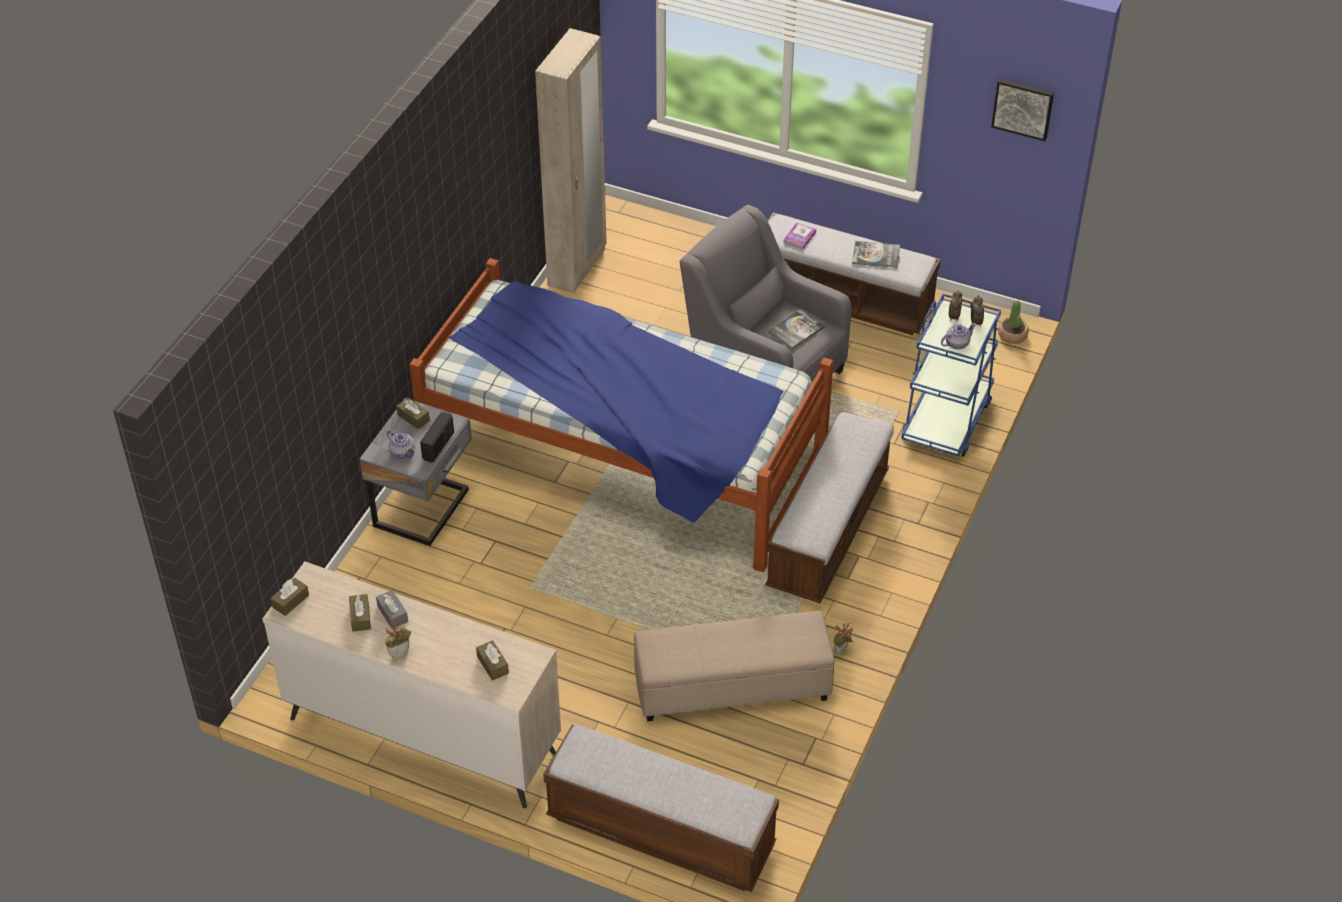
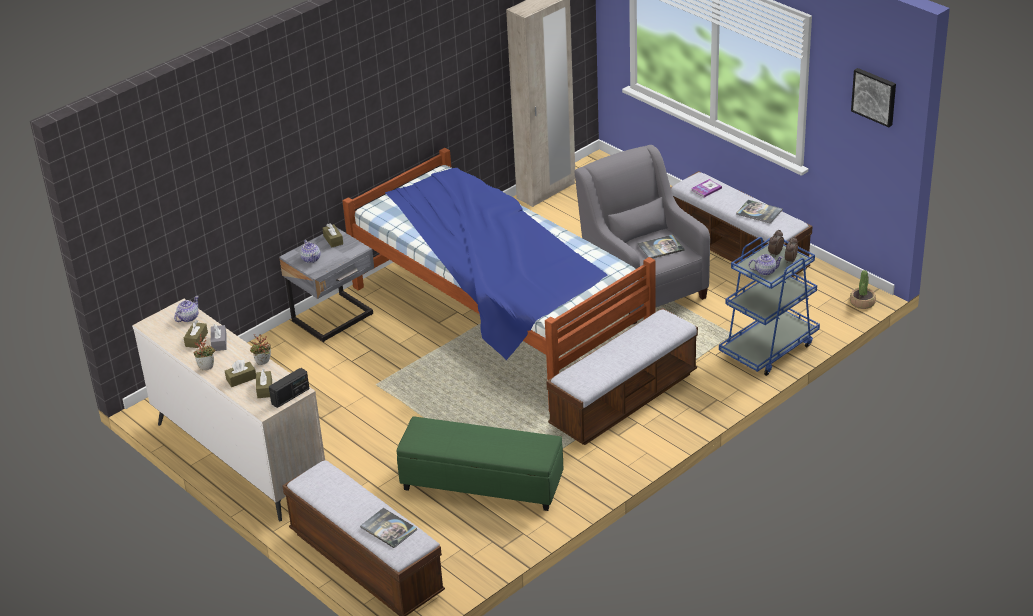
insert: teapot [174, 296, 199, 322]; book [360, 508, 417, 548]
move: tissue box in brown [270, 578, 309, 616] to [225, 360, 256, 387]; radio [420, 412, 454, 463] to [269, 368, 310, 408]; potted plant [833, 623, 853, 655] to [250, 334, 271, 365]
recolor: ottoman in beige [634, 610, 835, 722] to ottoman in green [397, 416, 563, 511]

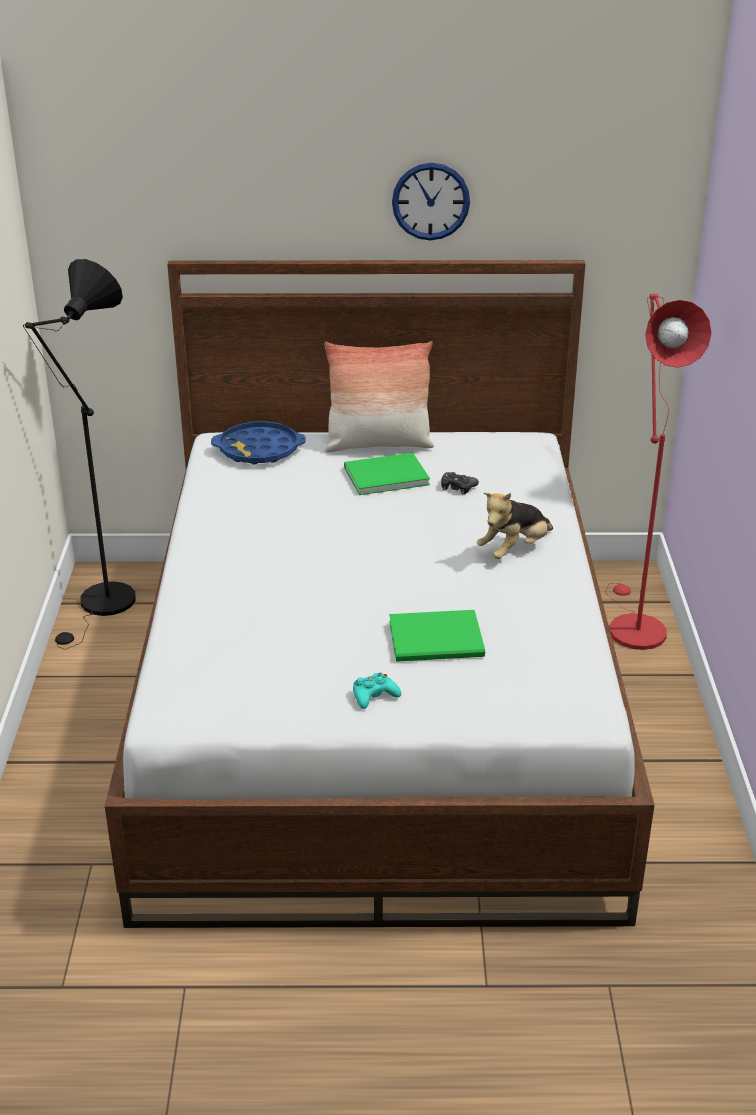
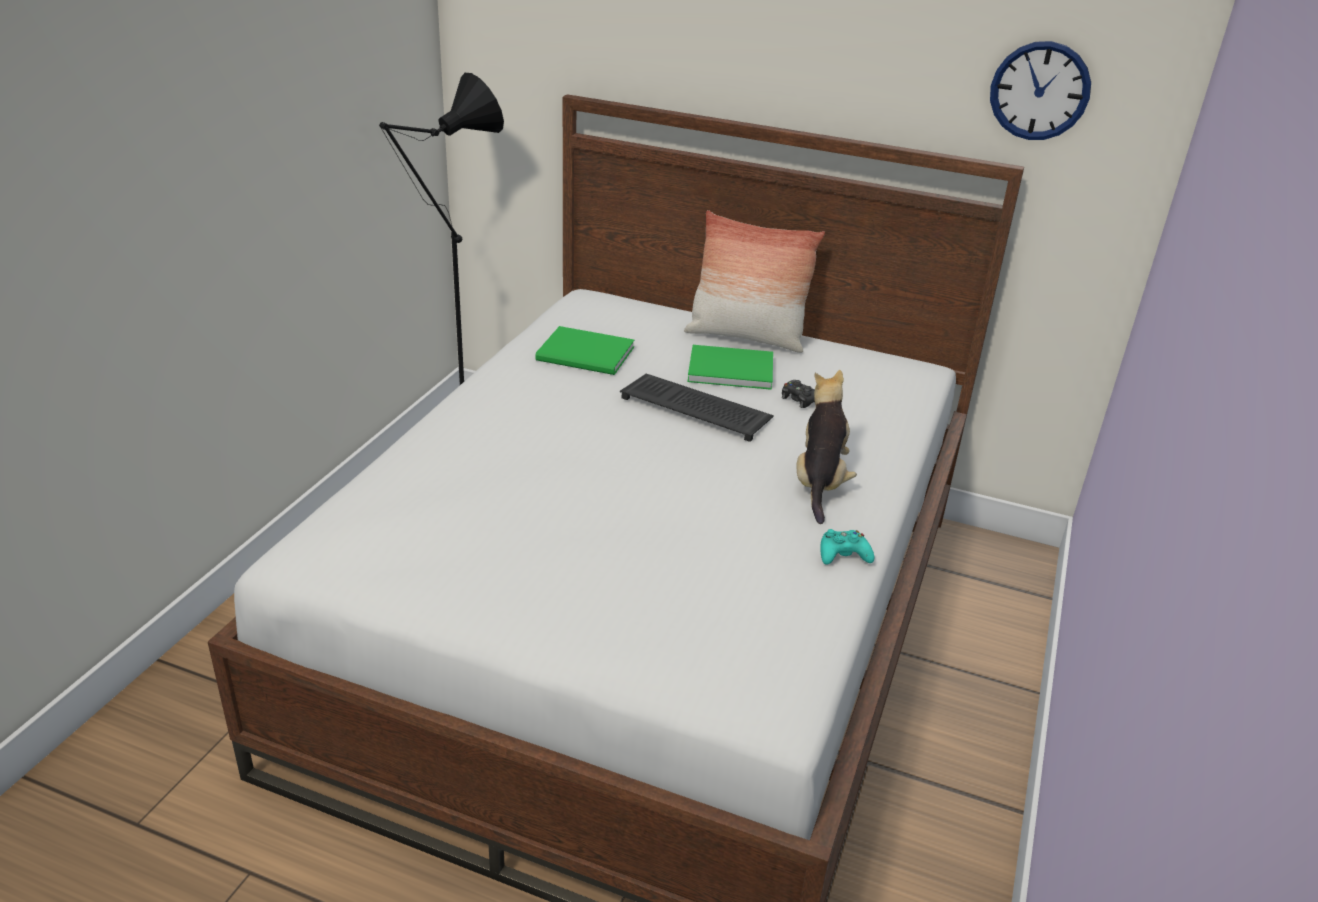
delete: tray in blue [211, 421, 306, 465]; floor lamp in red [605, 294, 712, 650]
insert: keyboard [620, 374, 774, 442]
move: game controller in turquoise [353, 672, 401, 709] to [820, 529, 874, 565]; book in green [389, 610, 485, 662] to [535, 326, 634, 375]; wall clock [392, 163, 470, 240] to [990, 41, 1091, 140]
rotate: plush toy [477, 492, 553, 559] = [796, 370, 857, 524] 120 degrees clockwise

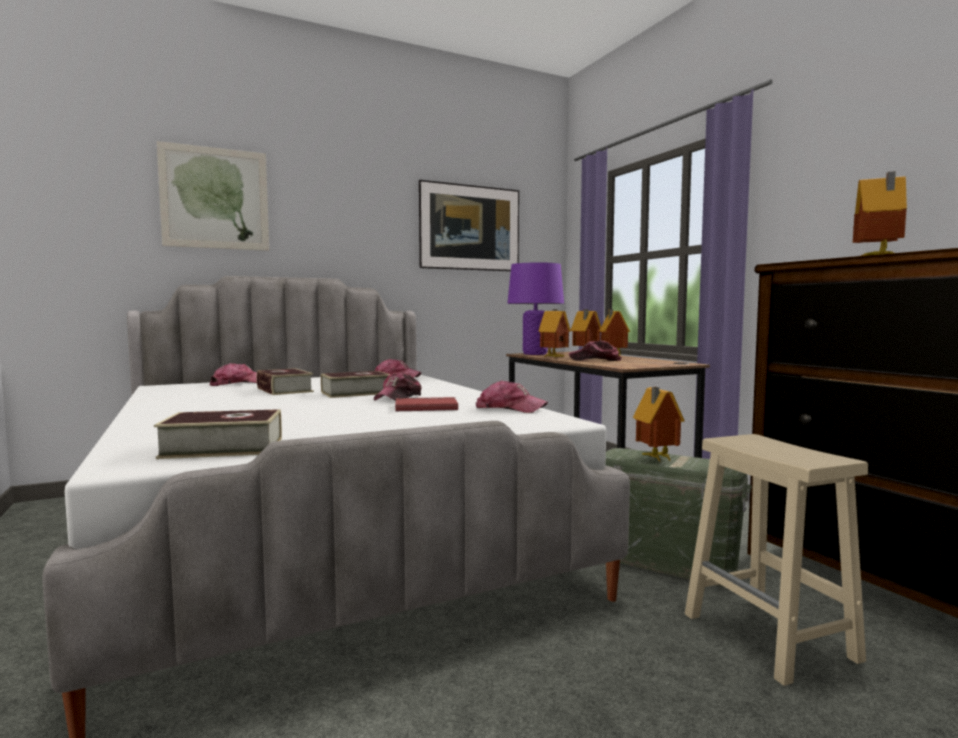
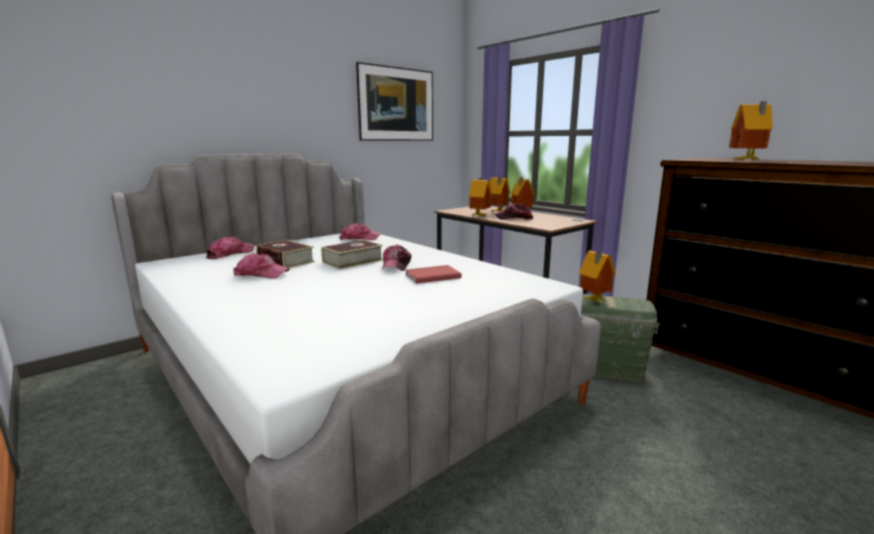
delete: book [154, 409, 282, 459]; picture [157, 141, 269, 251]; table lamp in purple [507, 262, 564, 355]; stool in beige [685, 434, 868, 686]
move: cap [476, 380, 548, 413] to [233, 253, 290, 279]

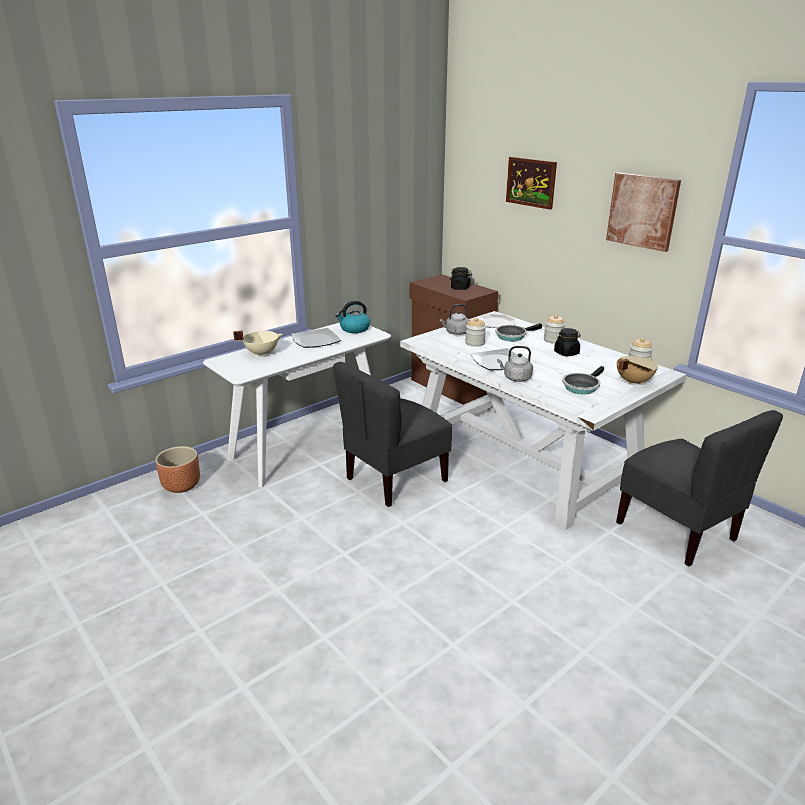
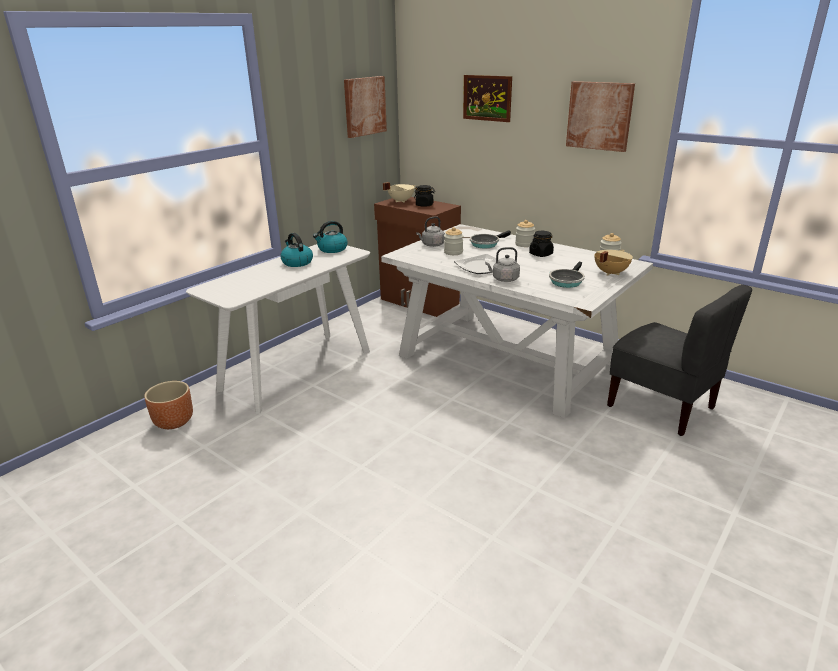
delete: chair in grey [333, 362, 452, 507]
insert: picture [344, 76, 387, 138]
move: cooking pot in beige [233, 330, 283, 357] to [383, 182, 416, 203]
replace: plate [291, 328, 341, 348] to kettle [280, 233, 313, 267]

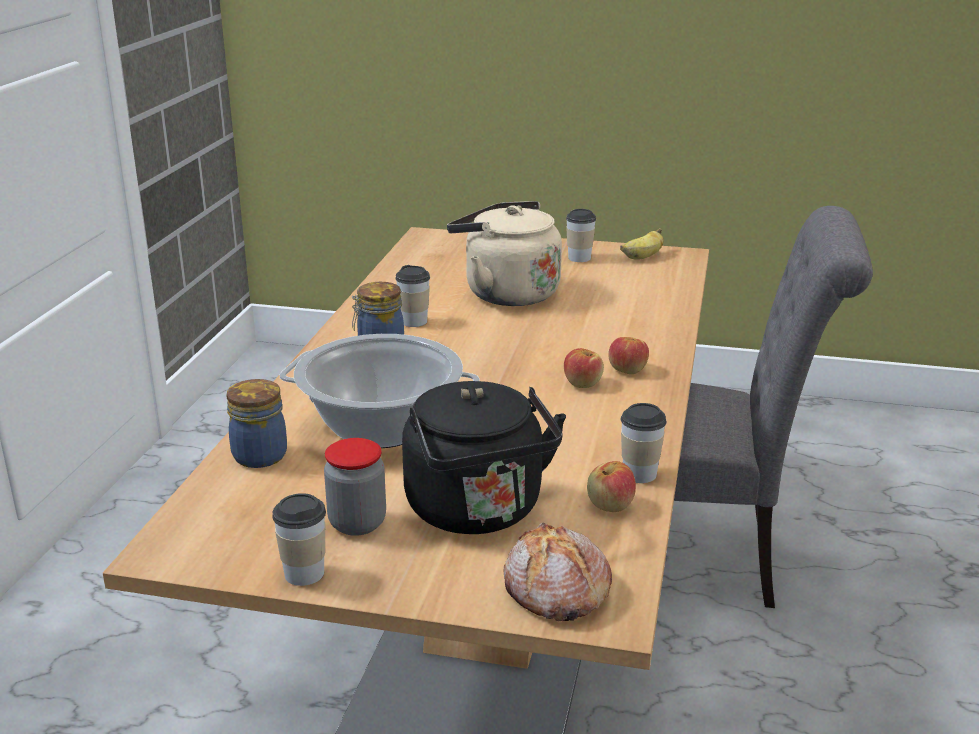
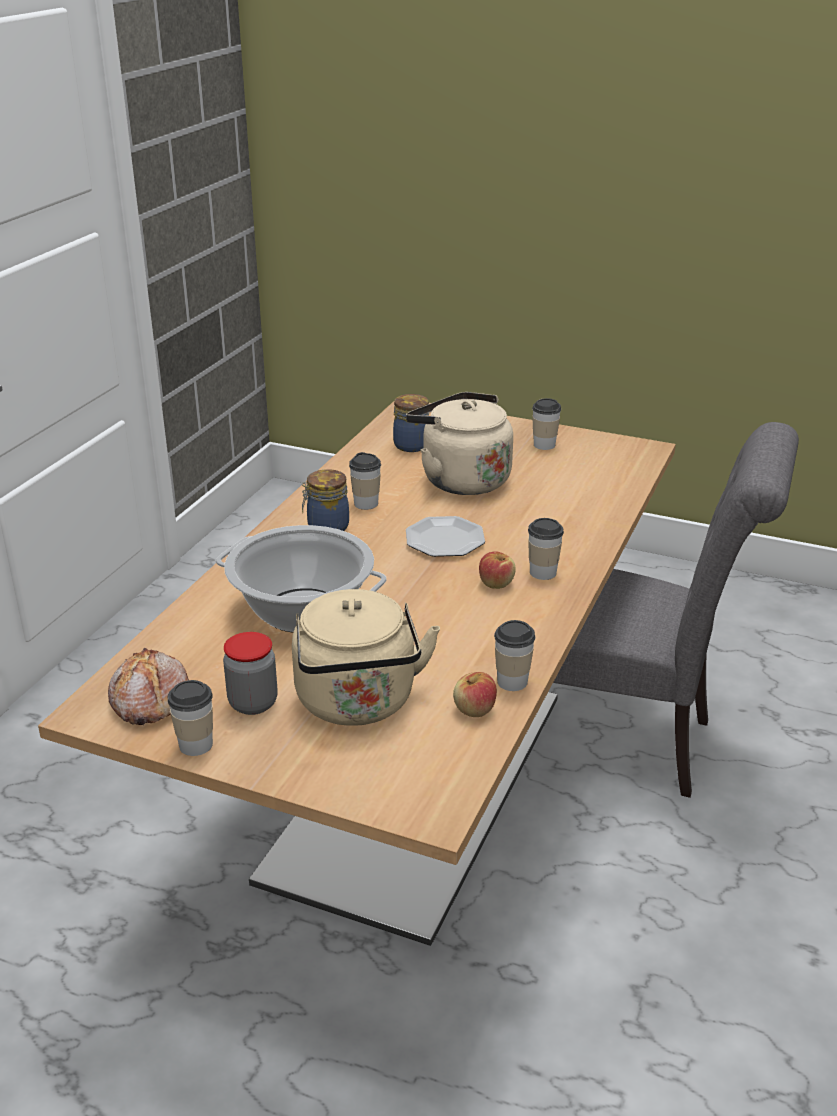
delete: banana [620, 228, 664, 260]
insert: plate [406, 516, 485, 557]
move: jar [227, 379, 287, 468] to [393, 394, 429, 452]; bread [504, 522, 612, 621] to [108, 648, 189, 725]
replace: apple [608, 337, 649, 374] to cup [528, 518, 564, 580]
recolor: kettle in black [402, 381, 566, 534] to kettle in beige [292, 589, 440, 726]

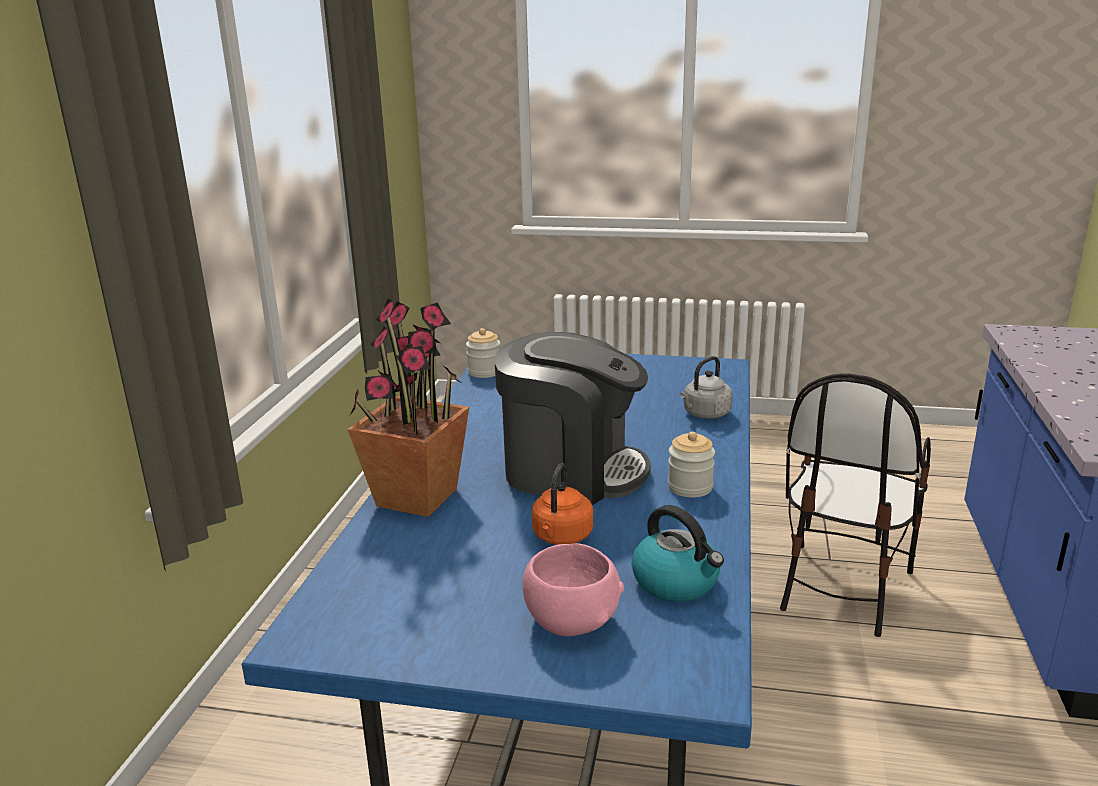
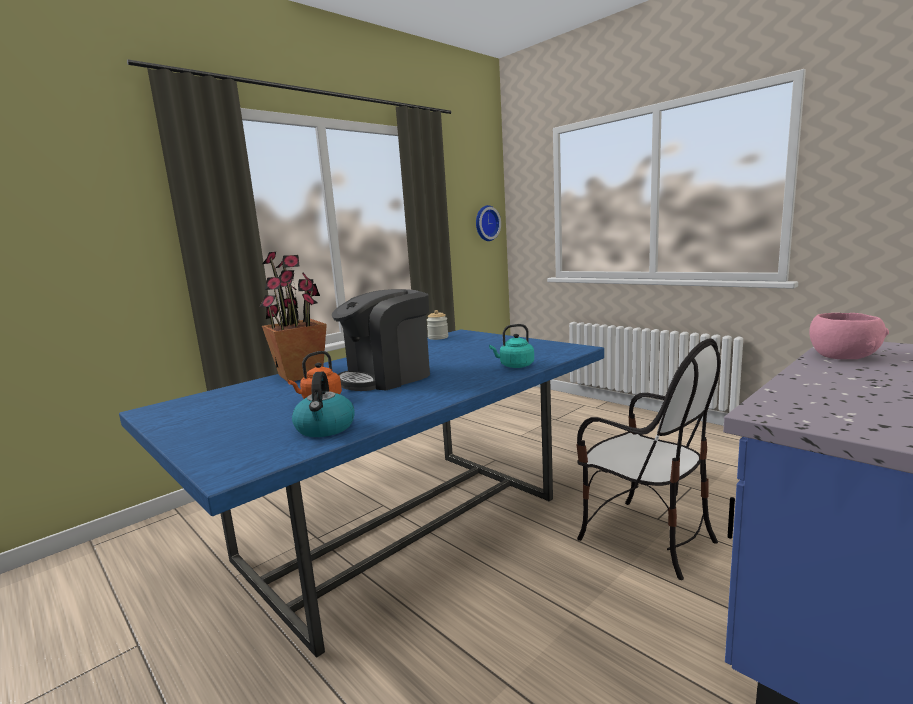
delete: jar [668, 432, 715, 498]
insert: wall clock [476, 205, 501, 241]
move: bowl in pink [523, 543, 624, 637] to [809, 313, 889, 359]
recolor: kettle in grey [679, 356, 733, 419] to kettle in turquoise [489, 324, 534, 368]
rotate: coffee machine [494, 332, 651, 505] = [332, 289, 430, 391] 90 degrees clockwise; chair [780, 373, 931, 637] = [576, 338, 721, 580] 105 degrees counterclockwise

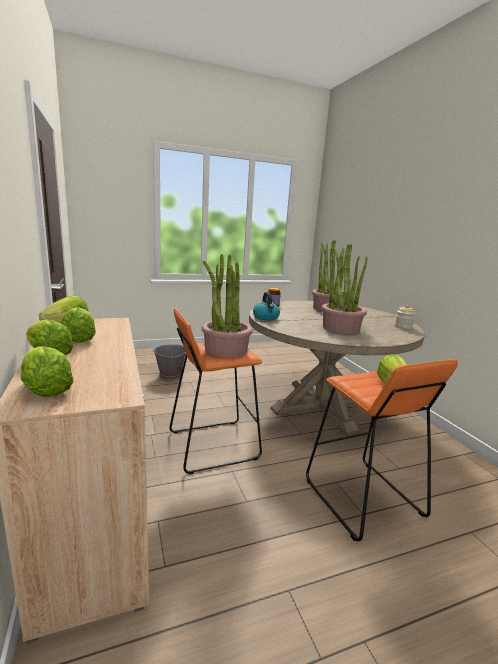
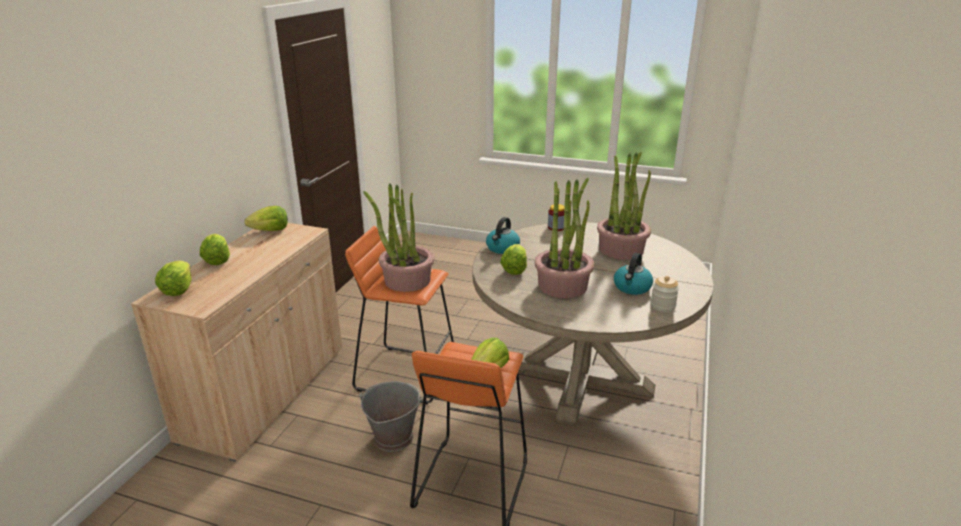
insert: kettle [614, 253, 653, 295]
move: lettuce [61, 307, 96, 343] to [500, 244, 527, 275]; bucket in grey [153, 344, 186, 380] to [359, 381, 423, 452]

